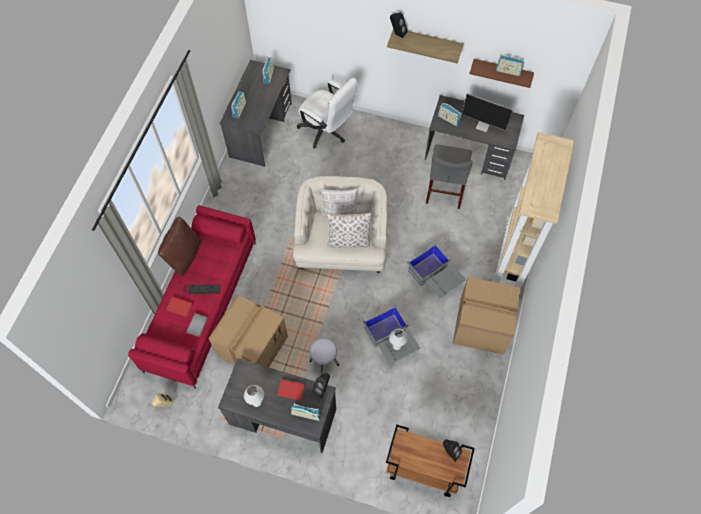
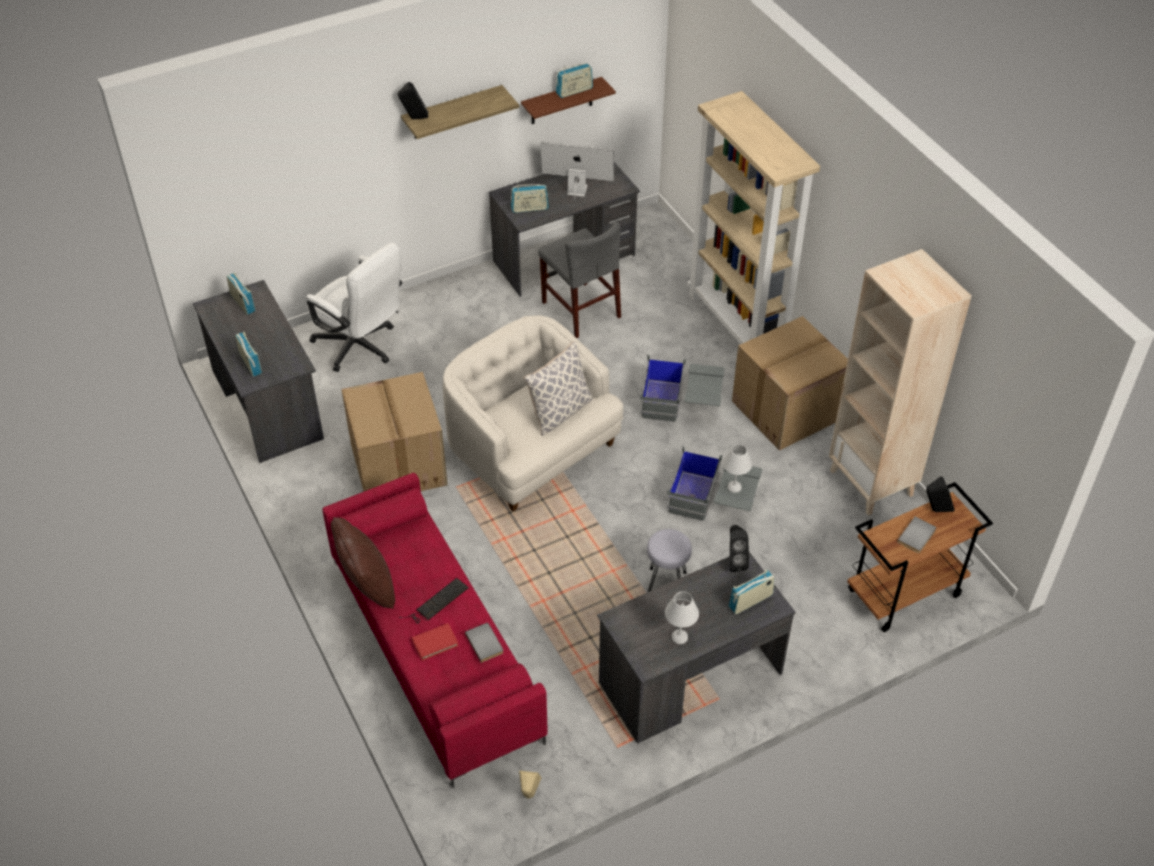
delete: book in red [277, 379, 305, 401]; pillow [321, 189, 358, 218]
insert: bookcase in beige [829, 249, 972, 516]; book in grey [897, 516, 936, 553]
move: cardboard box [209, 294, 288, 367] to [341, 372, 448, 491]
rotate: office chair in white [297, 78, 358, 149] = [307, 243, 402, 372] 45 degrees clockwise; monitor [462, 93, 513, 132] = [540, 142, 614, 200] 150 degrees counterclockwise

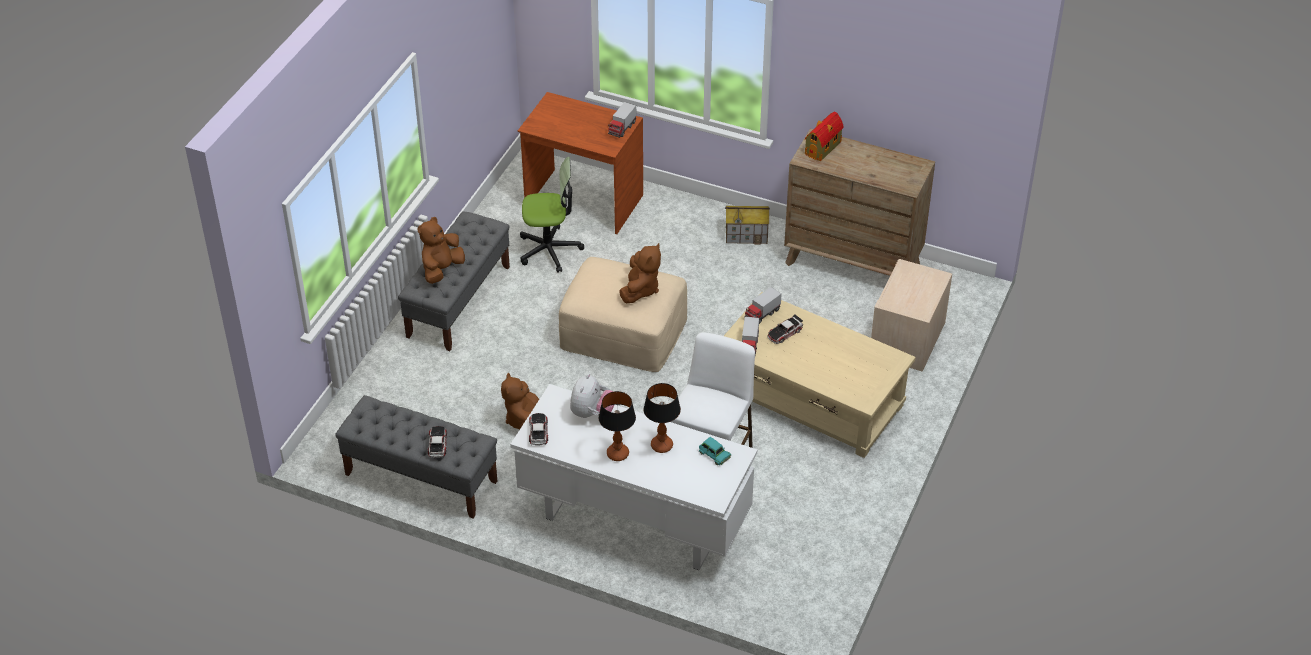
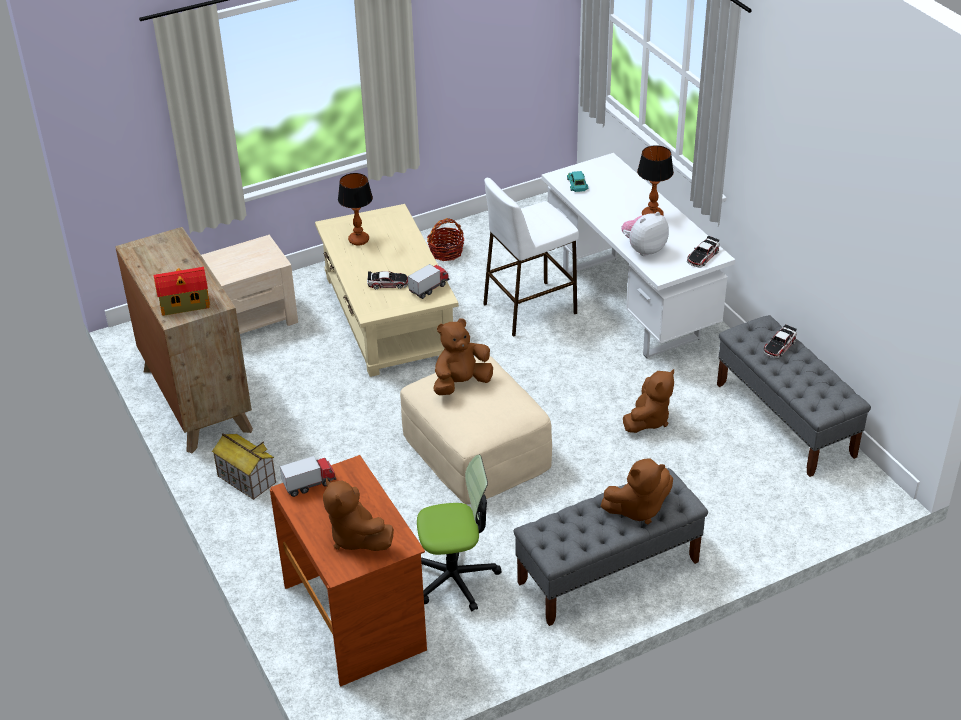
delete: toy truck [744, 287, 782, 324]
insert: plush toy in brown [323, 478, 394, 551]; basket [427, 218, 464, 261]
move: table lamp [643, 383, 681, 453] to [338, 173, 373, 245]
rotate: office chair [520, 157, 584, 273] = [417, 455, 501, 611] 135 degrees clockwise

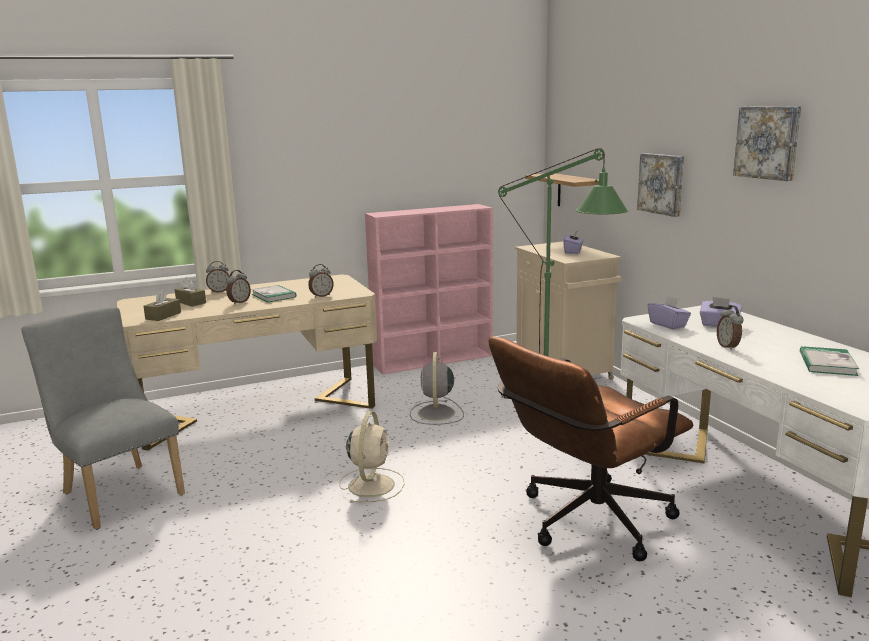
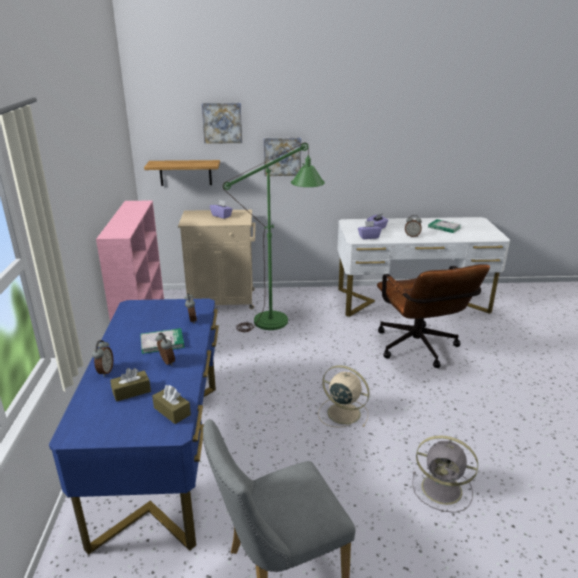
move: fan in grey [410, 352, 464, 425] to [412, 435, 478, 513]; picture [733, 106, 801, 181] to [202, 103, 242, 144]
recolor: desk in beige [117, 274, 377, 450] to desk in blue [49, 298, 219, 555]

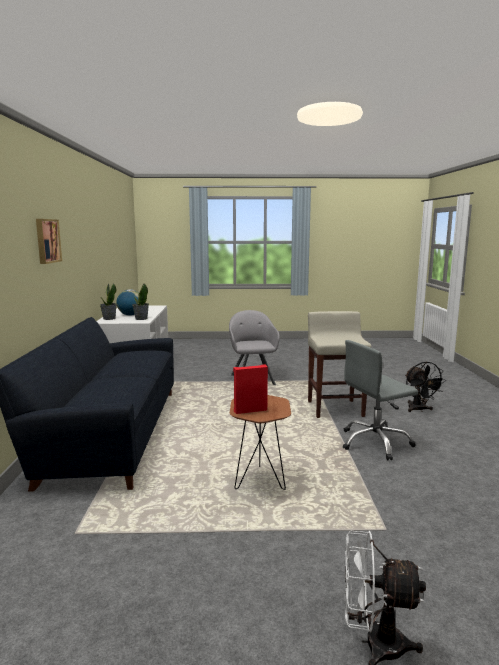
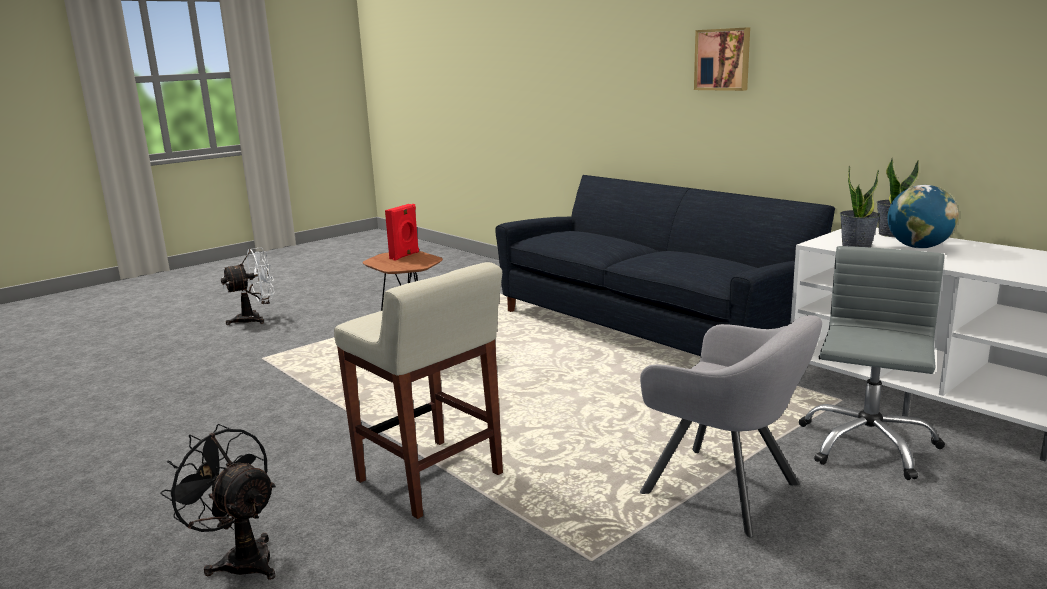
move: office chair in grey [342, 340, 418, 460] to [799, 246, 945, 480]

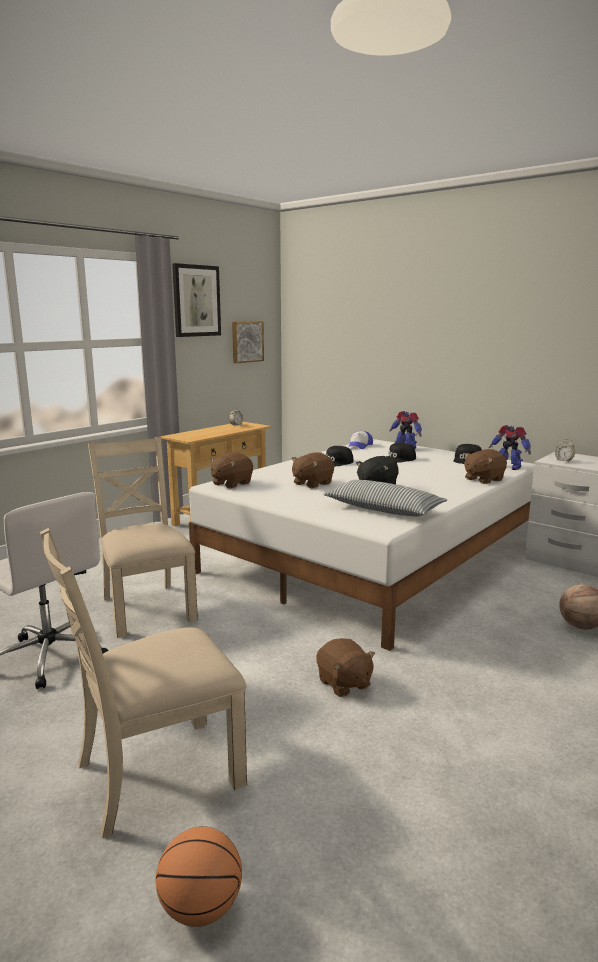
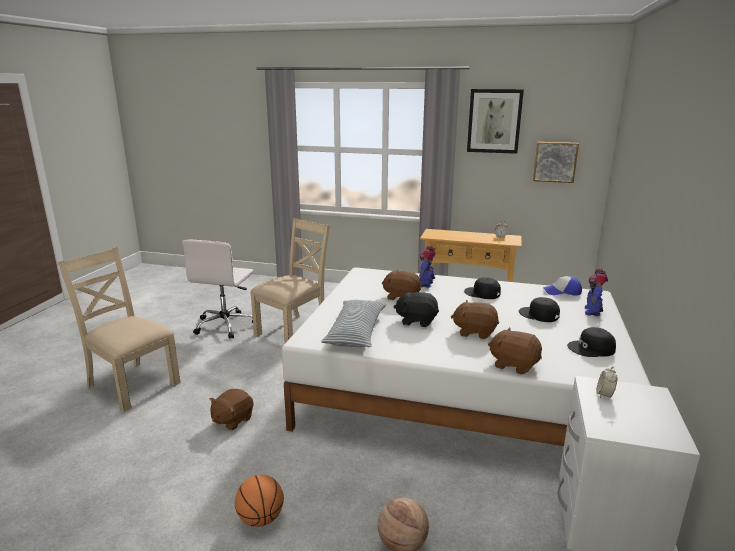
move: basketball [156, 826, 242, 927] to [235, 475, 284, 527]; plush toy in brown [210, 452, 253, 488] to [451, 300, 499, 339]; toy robot [489, 425, 531, 470] to [419, 246, 436, 288]

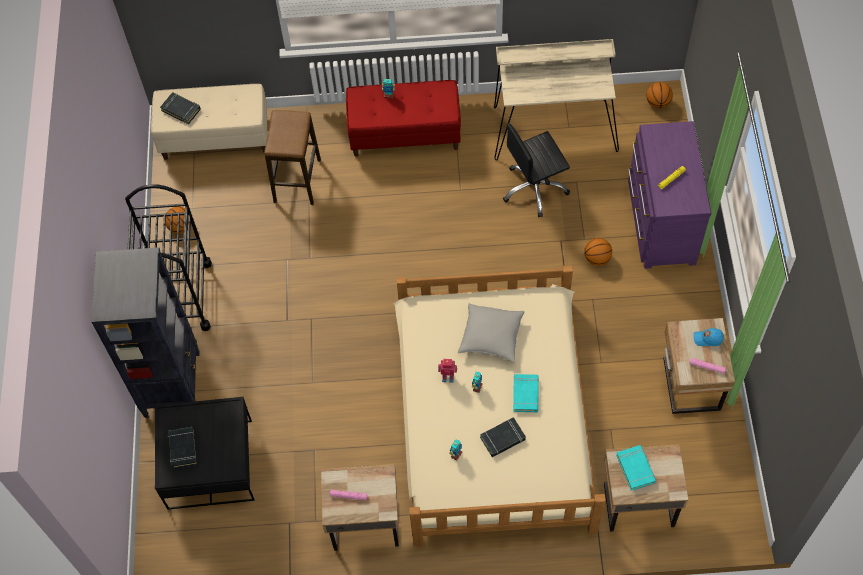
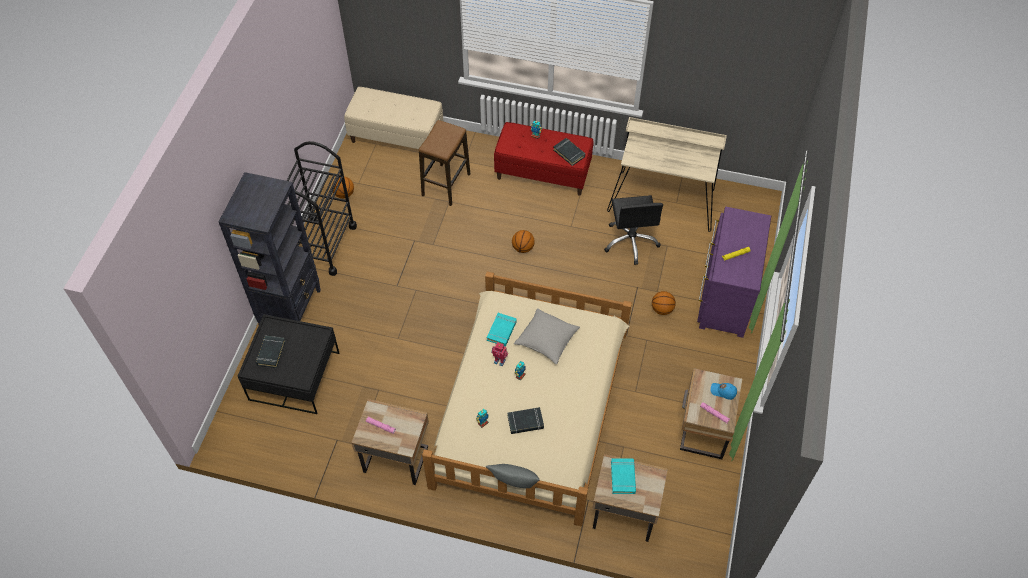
insert: pillow in grey [486, 464, 539, 488]
move: book in black [160, 92, 201, 124] to [553, 138, 585, 166]; book in turquoise [513, 374, 539, 412] to [487, 313, 517, 346]; basketball [646, 82, 673, 108] to [512, 230, 535, 253]
rotate: office chair in black [503, 123, 570, 217] = [604, 195, 663, 265] 90 degrees counterclockwise

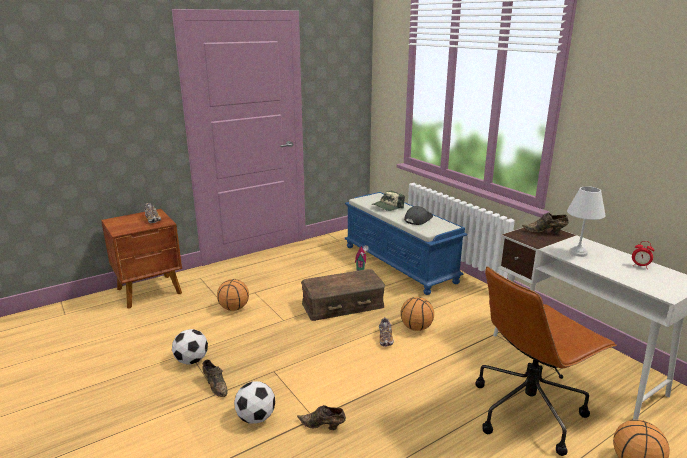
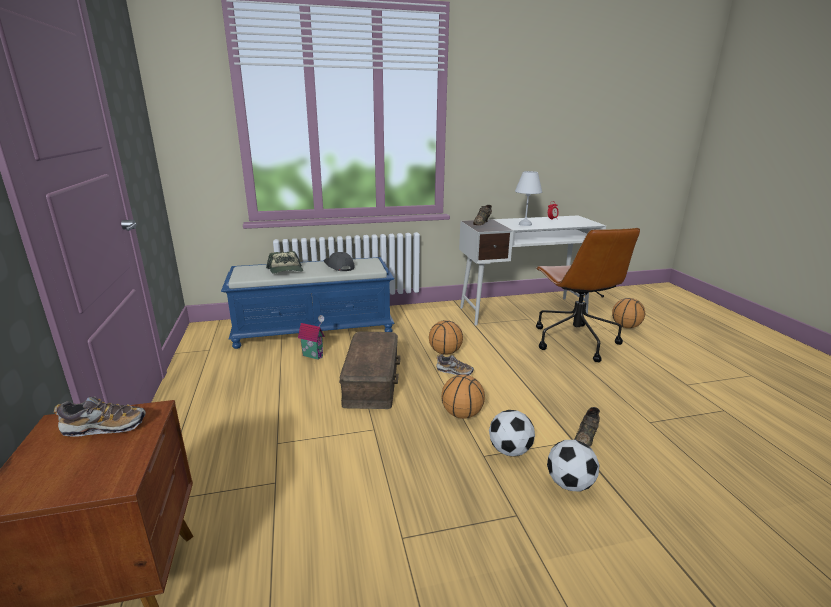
delete: shoe in brown [202, 360, 228, 397]
move: football [172, 329, 208, 364] to [489, 410, 535, 456]; basketball [217, 279, 249, 311] to [441, 374, 485, 419]

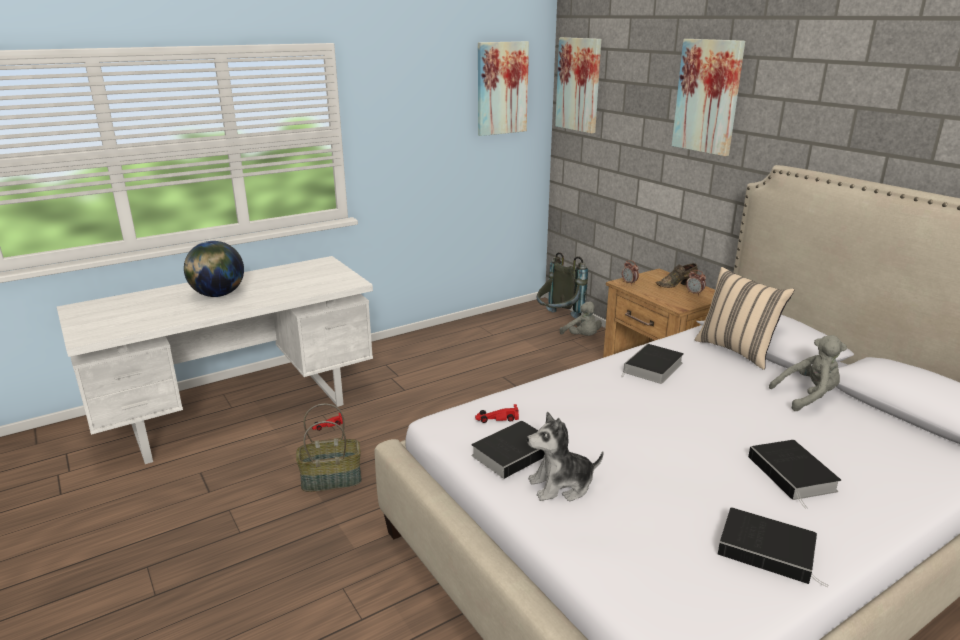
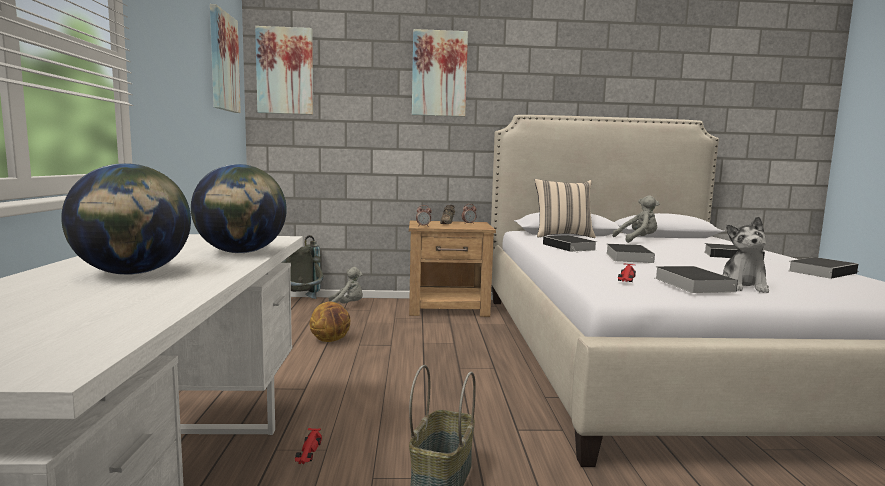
insert: globe [191, 164, 287, 253]; basketball [309, 301, 350, 342]; book [606, 244, 655, 263]
rotate: plush toy in grey [769, 335, 847, 411] = [612, 195, 659, 243] 60 degrees clockwise

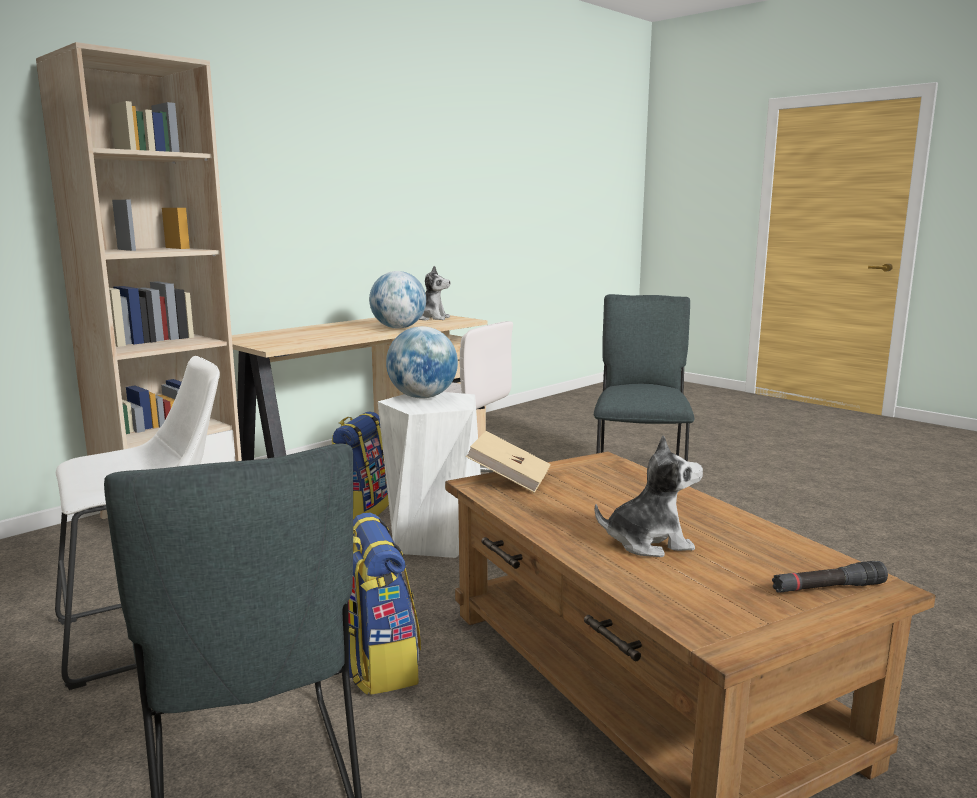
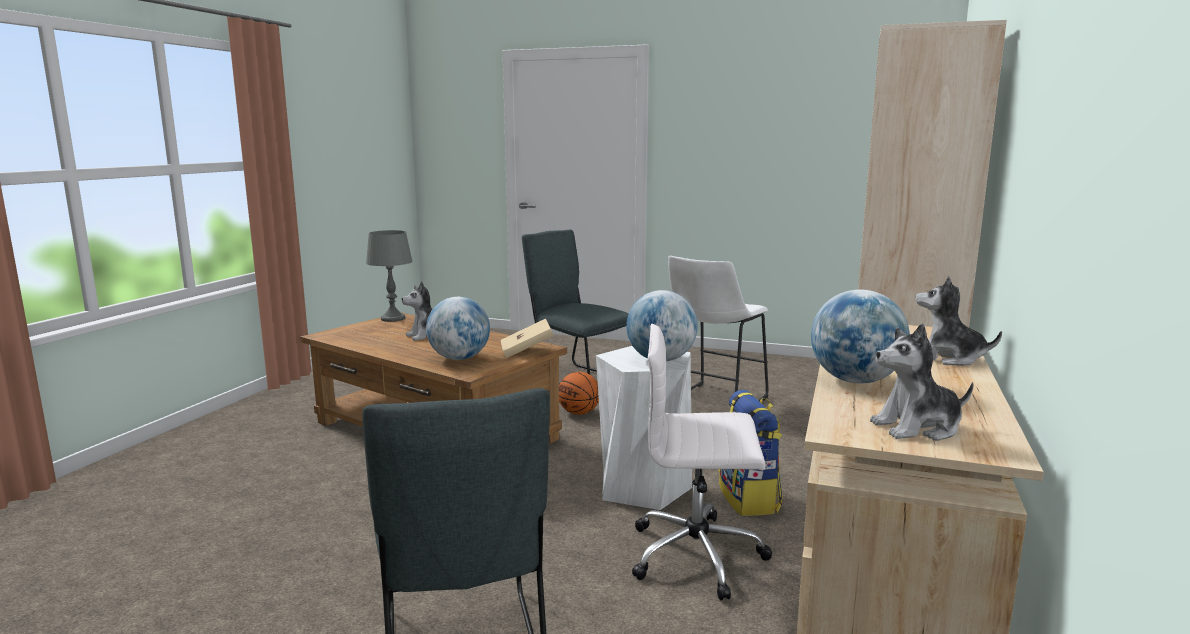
delete: flashlight in black [772, 561, 888, 593]
insert: table lamp in grey [366, 230, 413, 322]; globe [426, 297, 490, 360]; plush toy [915, 276, 1002, 366]
replace: backpack [348, 513, 421, 695] to basketball [559, 372, 599, 415]

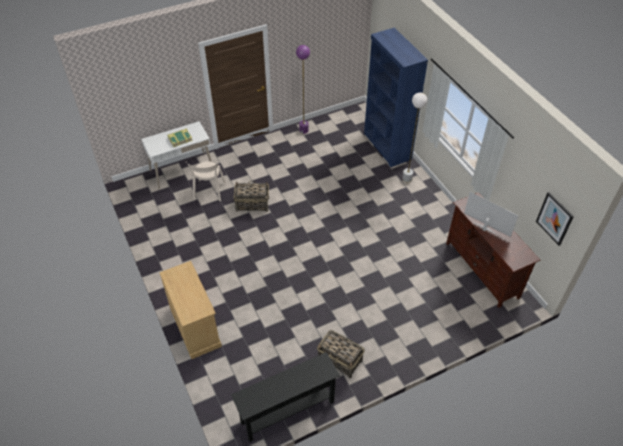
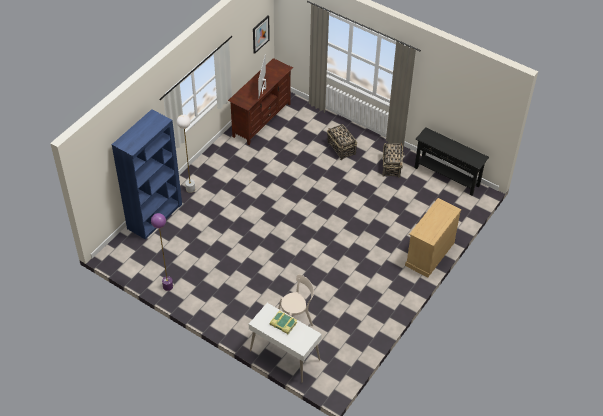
move: basket [234, 181, 269, 212] to [327, 124, 357, 160]

